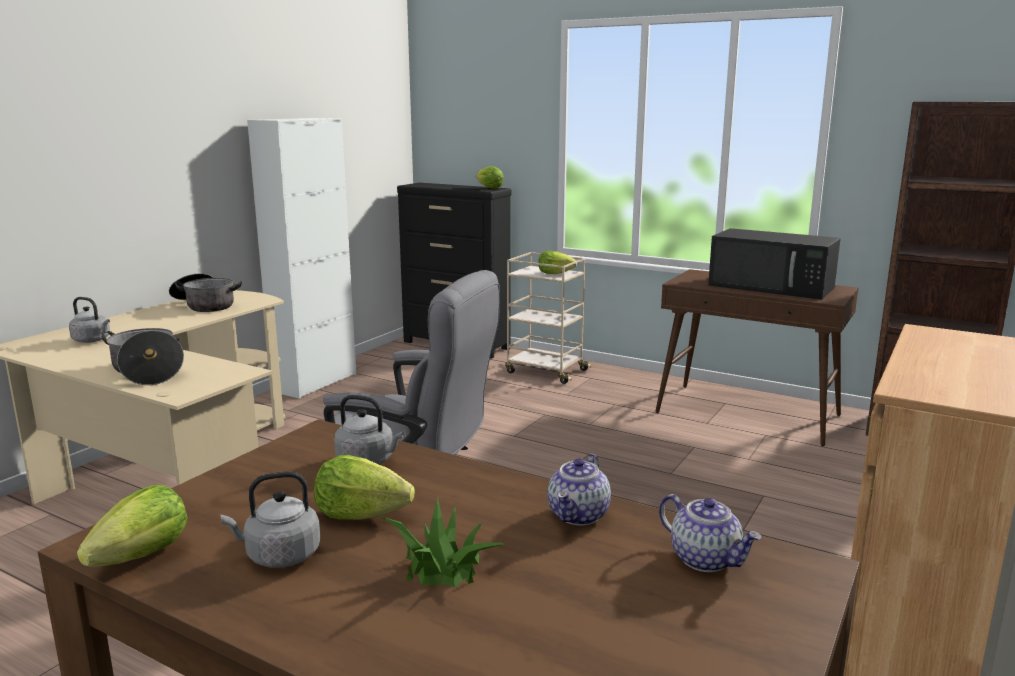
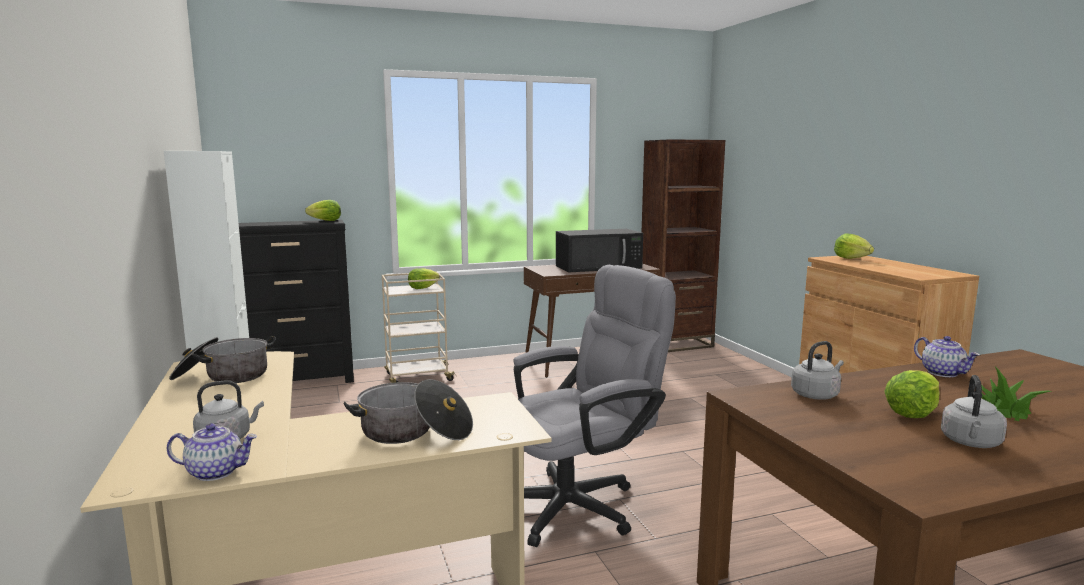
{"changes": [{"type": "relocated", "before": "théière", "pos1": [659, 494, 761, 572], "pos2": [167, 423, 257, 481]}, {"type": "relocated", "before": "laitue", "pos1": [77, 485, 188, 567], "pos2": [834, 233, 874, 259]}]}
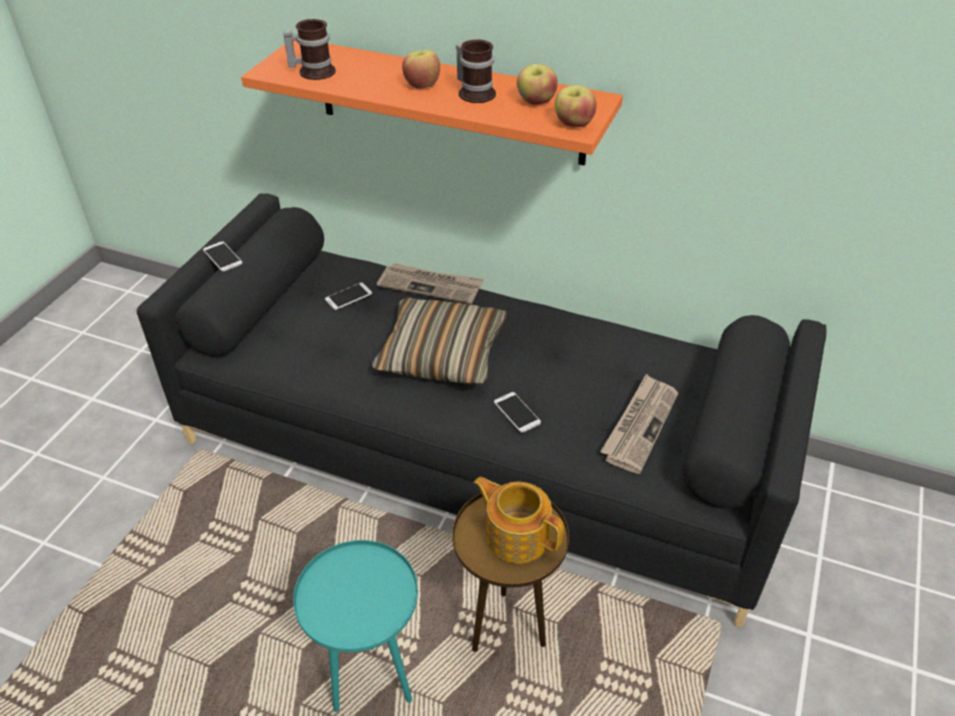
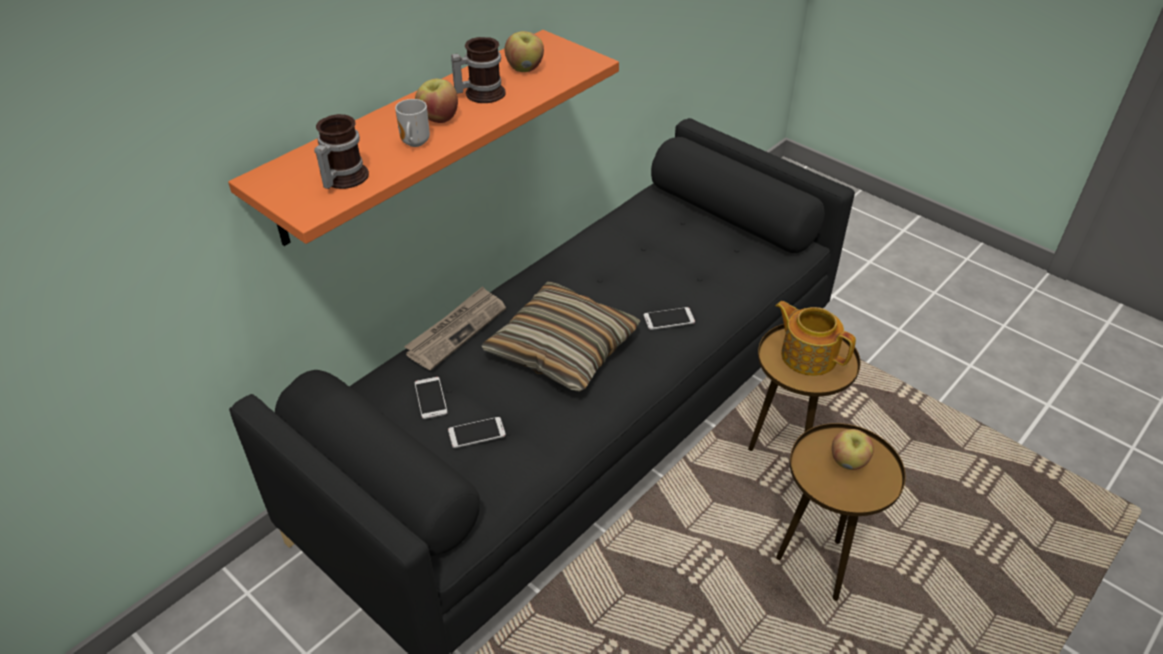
{"changes": [{"type": "appeared", "after": "mug", "pos2": [395, 99, 430, 147]}, {"type": "relocated", "before": "téléphone", "pos1": [203, 241, 242, 272], "pos2": [448, 417, 506, 448]}, {"type": "spun", "before": "théière", "pos1": [473, 477, 564, 564], "pos2": [775, 301, 856, 376], "turn": 75}, {"type": "colour", "before": "table d'appoint/turquoise", "after": "table d'appoint/marron", "pos1": [293, 540, 418, 712], "pos2": [776, 423, 906, 601]}, {"type": "relocated", "before": "pomme", "pos1": [555, 85, 597, 127], "pos2": [832, 429, 874, 470]}, {"type": "missing", "before": "journal", "pos1": [600, 374, 678, 474]}]}
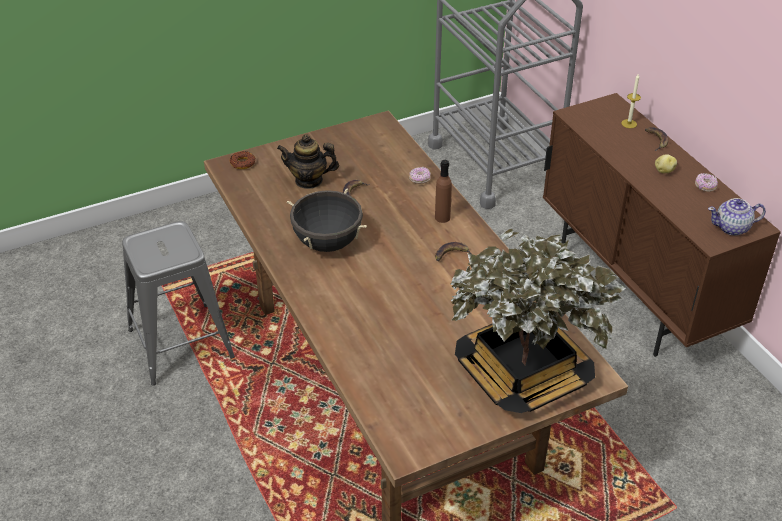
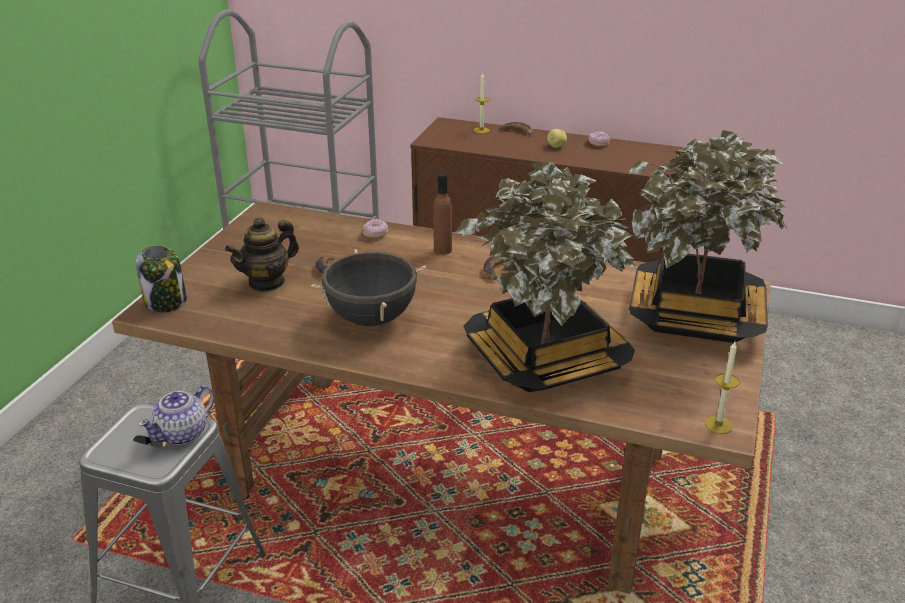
{"changes": [{"type": "exchanged", "before": "beignet", "after": "bocal", "pos1": [230, 151, 255, 169], "pos2": [135, 245, 187, 312]}, {"type": "relocated", "before": "théière", "pos1": [708, 198, 766, 236], "pos2": [138, 385, 215, 445]}, {"type": "appeared", "after": "plante en pot", "pos2": [455, 162, 636, 392]}, {"type": "appeared", "after": "bougie", "pos2": [705, 342, 740, 434]}]}
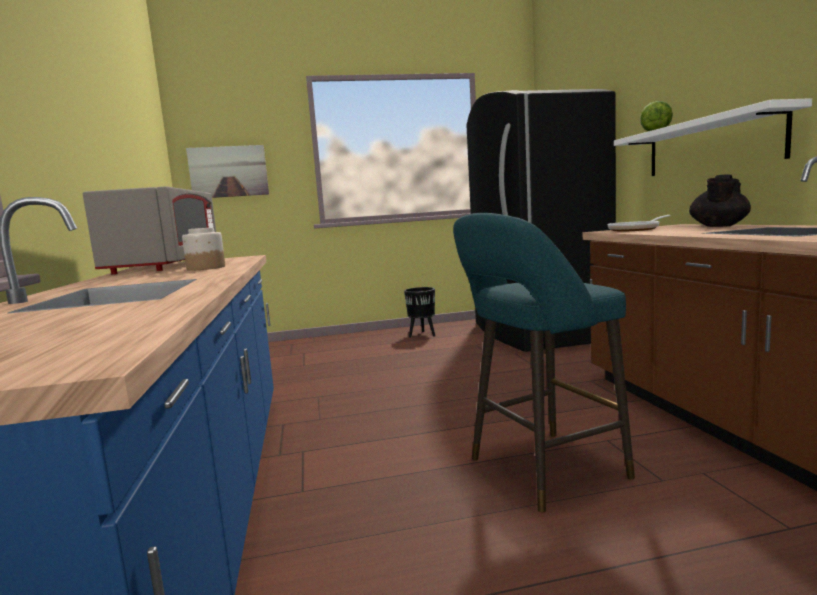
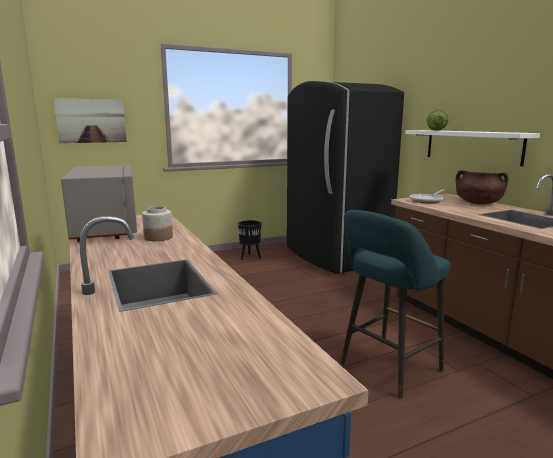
{"changes": [{"type": "exchanged", "before": "théière/noir", "after": "marmite/marron", "pos1": [689, 175, 751, 227], "pos2": [455, 170, 509, 204]}]}
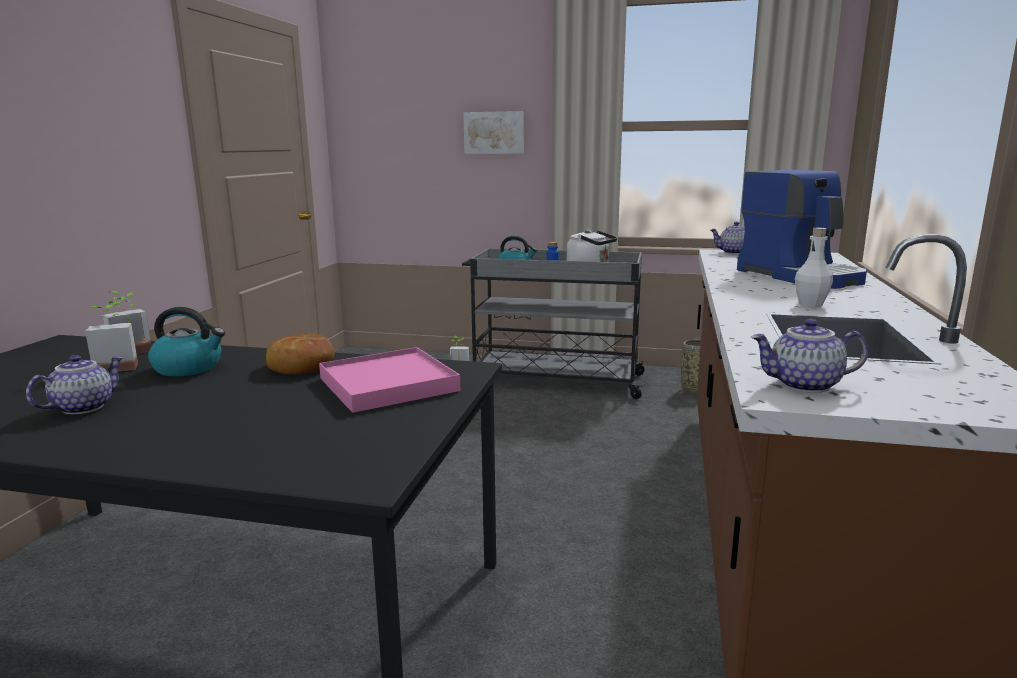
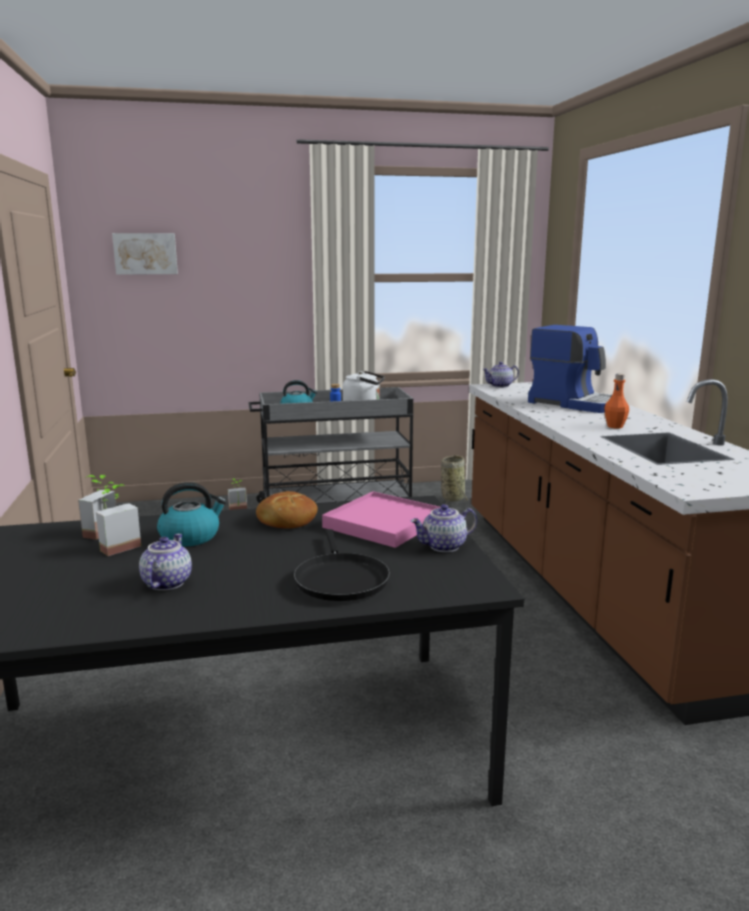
{"changes": [{"type": "relocated", "before": "tableau", "pos1": [463, 111, 524, 154], "pos2": [112, 233, 178, 275]}, {"type": "appeared", "after": "poêle/noir", "pos2": [294, 529, 390, 601]}, {"type": "relocated", "before": "théière", "pos1": [751, 319, 868, 393], "pos2": [411, 504, 477, 552]}, {"type": "colour", "before": "bouteille/blanc", "after": "bouteille/orange", "pos1": [795, 228, 833, 307], "pos2": [604, 374, 629, 429]}]}
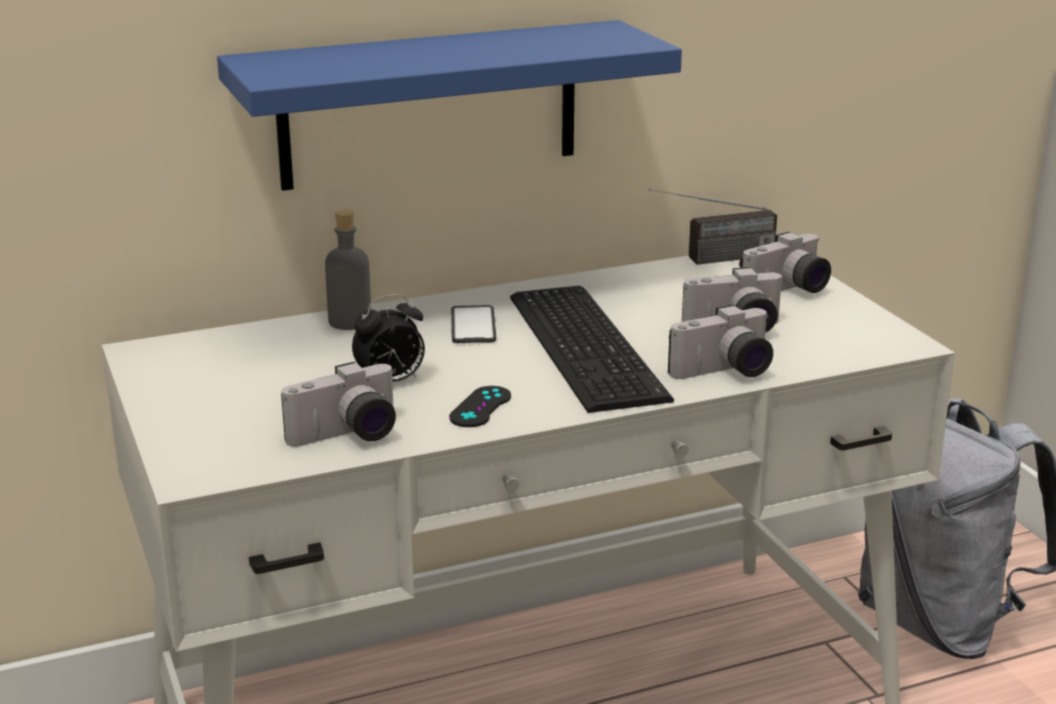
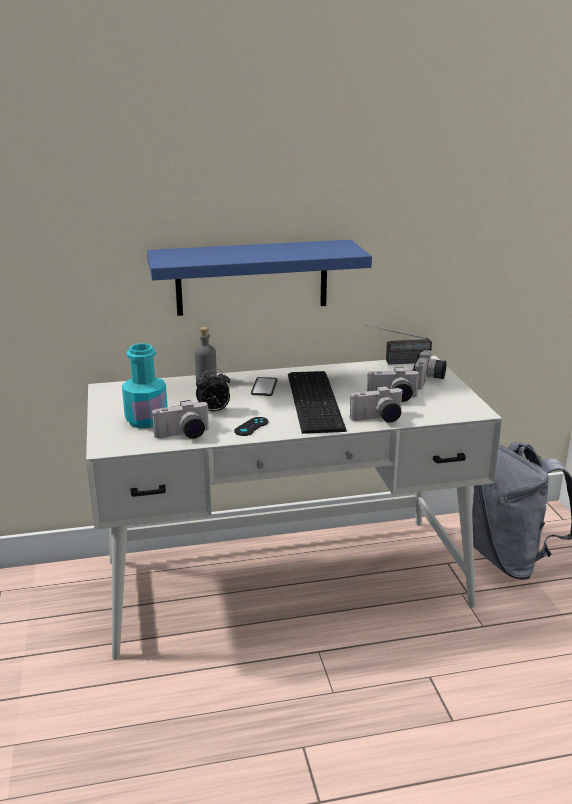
{"changes": [{"type": "appeared", "after": "bouteille/turquoise", "pos2": [122, 344, 167, 428]}, {"type": "spun", "before": "appareil photo", "pos1": [739, 232, 831, 293], "pos2": [412, 350, 446, 390], "turn": -45}]}
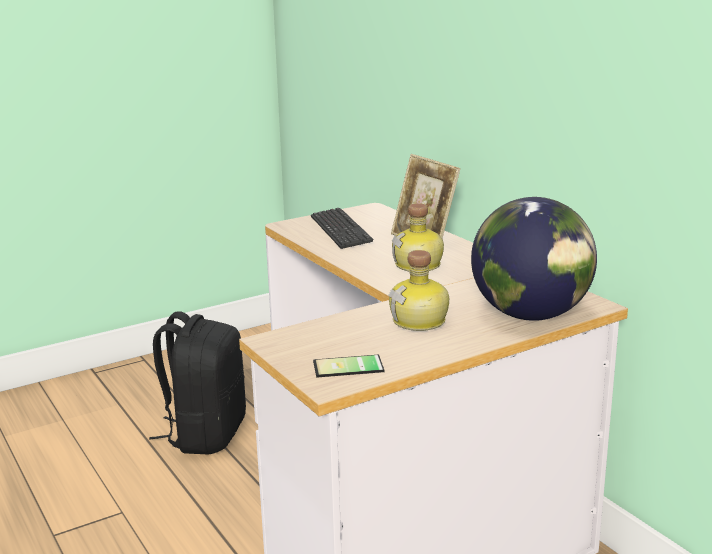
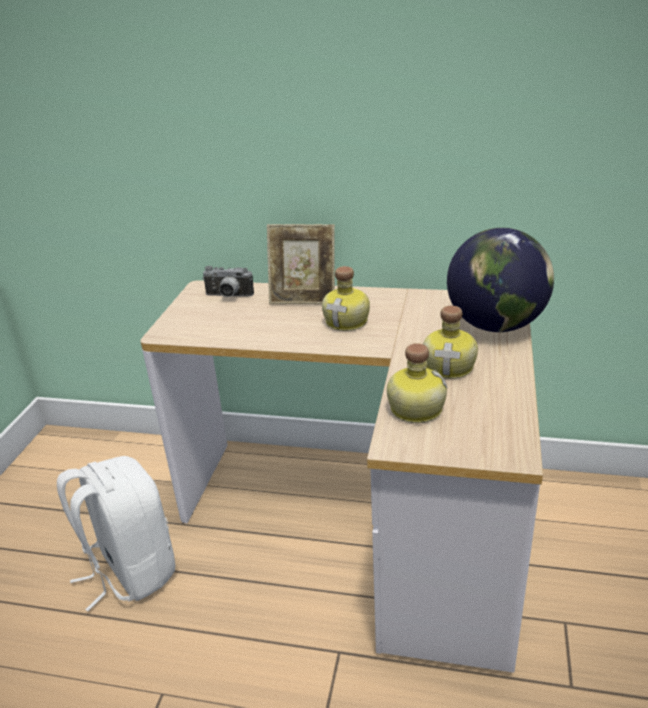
{"changes": [{"type": "colour", "before": "sac à dos/noir", "after": "sac à dos/blanc", "pos1": [149, 311, 246, 455], "pos2": [57, 456, 175, 611]}, {"type": "appeared", "after": "appareil photo", "pos2": [202, 266, 254, 297]}, {"type": "appeared", "after": "bouteille", "pos2": [387, 343, 448, 423]}, {"type": "missing", "before": "clavier", "pos1": [311, 208, 374, 249]}, {"type": "missing", "before": "téléphone", "pos1": [313, 354, 384, 378]}]}
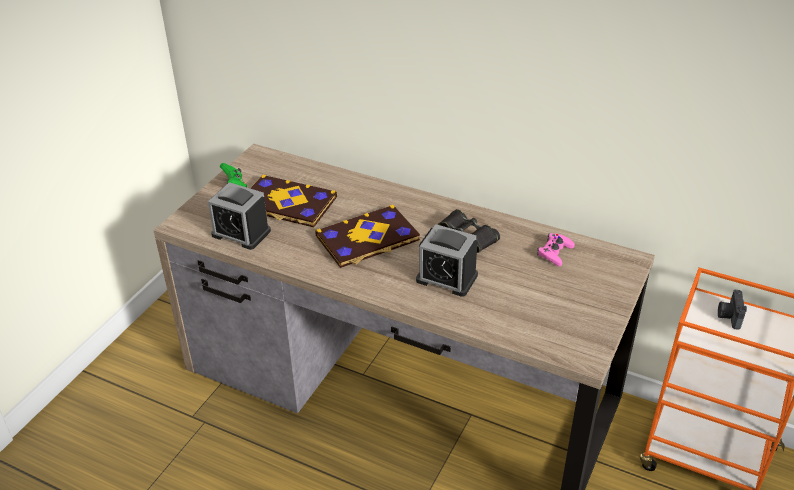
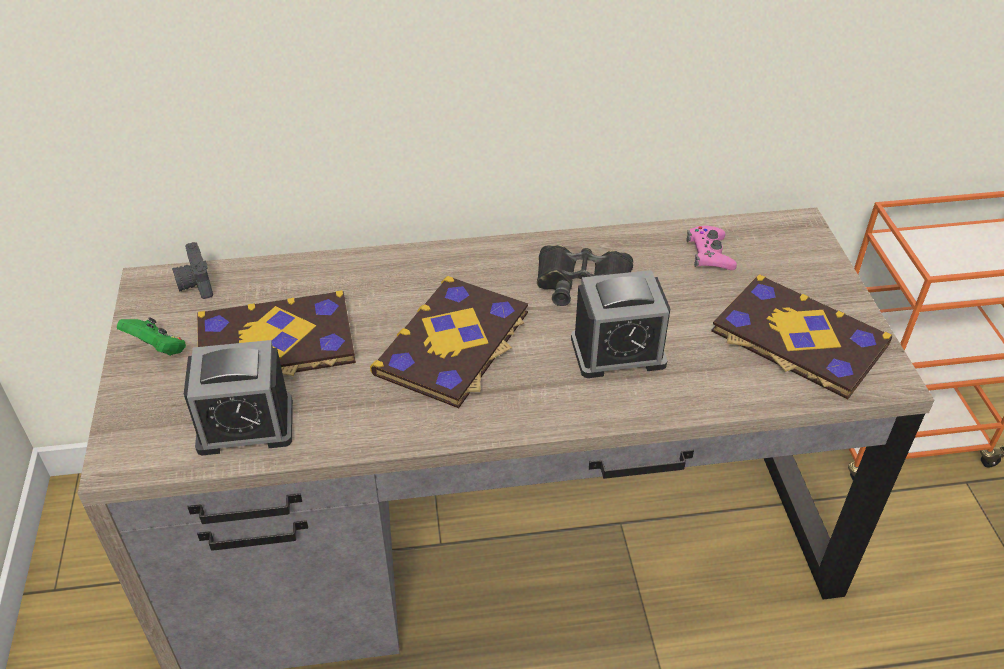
{"changes": [{"type": "relocated", "before": "appareil photo", "pos1": [718, 290, 747, 330], "pos2": [172, 242, 213, 299]}, {"type": "appeared", "after": "livre", "pos2": [711, 274, 892, 399]}]}
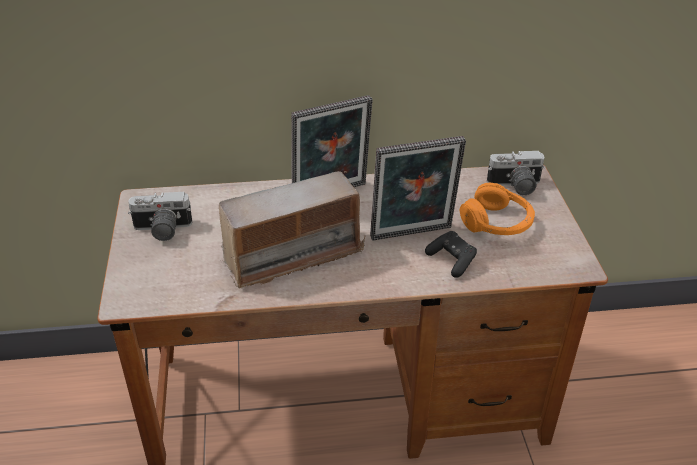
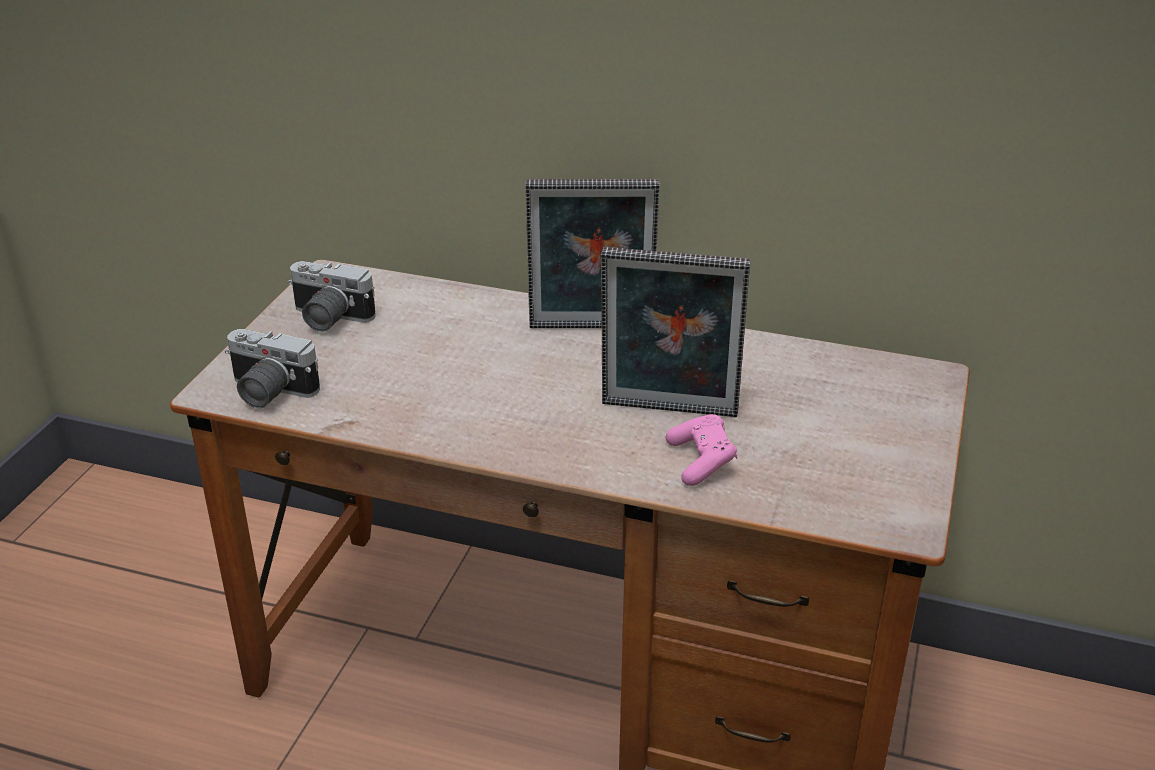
{"changes": [{"type": "relocated", "before": "appareil photo", "pos1": [487, 151, 545, 195], "pos2": [225, 329, 320, 408]}, {"type": "colour", "before": "manette/noir", "after": "manette/rose", "pos1": [425, 231, 477, 278], "pos2": [666, 414, 738, 486]}, {"type": "missing", "before": "radio", "pos1": [219, 171, 366, 289]}, {"type": "missing", "before": "casque audio/orange", "pos1": [460, 183, 535, 235]}]}
